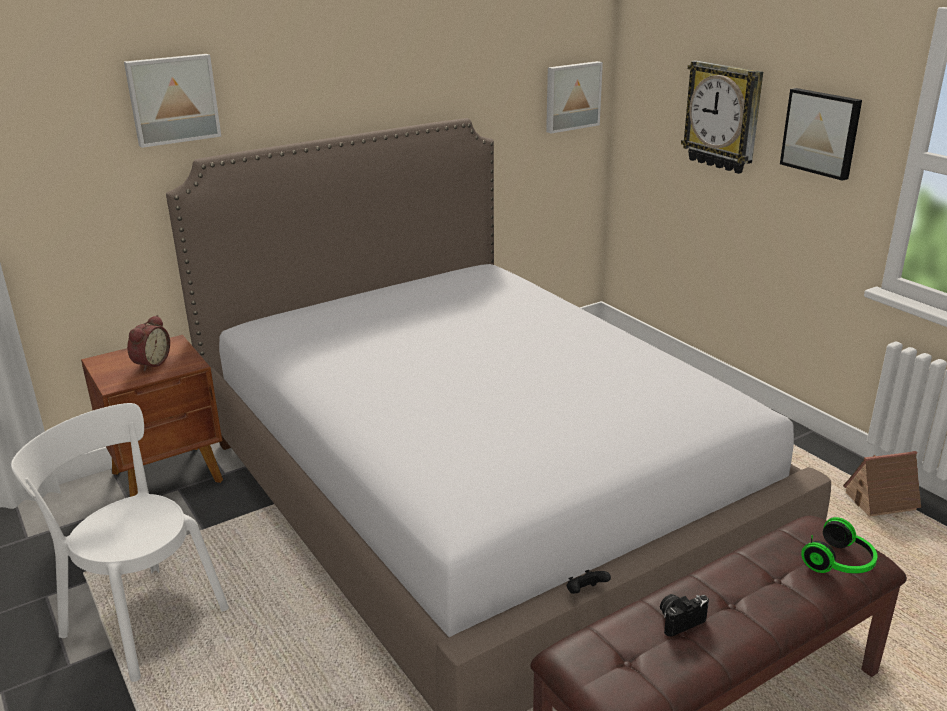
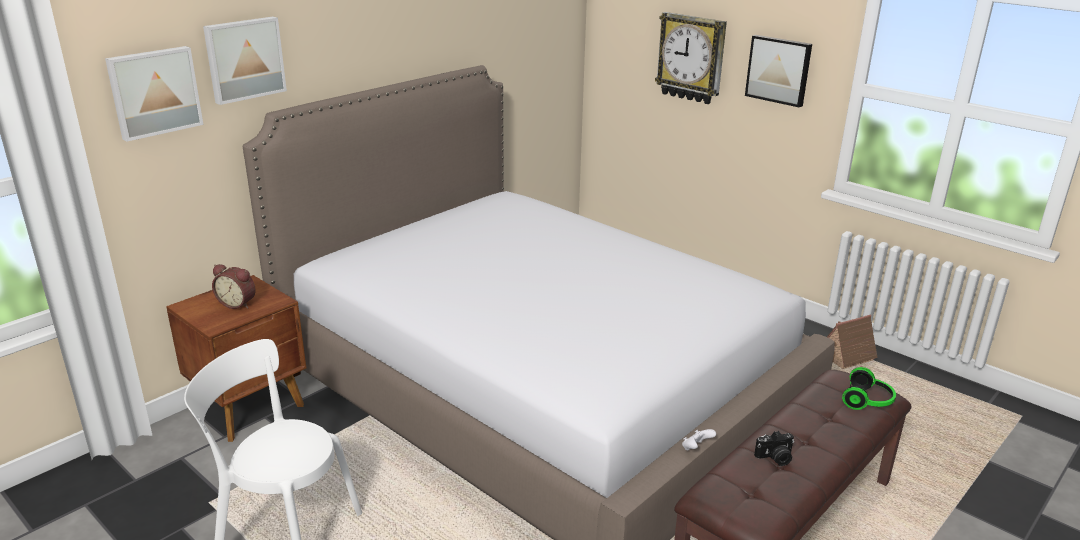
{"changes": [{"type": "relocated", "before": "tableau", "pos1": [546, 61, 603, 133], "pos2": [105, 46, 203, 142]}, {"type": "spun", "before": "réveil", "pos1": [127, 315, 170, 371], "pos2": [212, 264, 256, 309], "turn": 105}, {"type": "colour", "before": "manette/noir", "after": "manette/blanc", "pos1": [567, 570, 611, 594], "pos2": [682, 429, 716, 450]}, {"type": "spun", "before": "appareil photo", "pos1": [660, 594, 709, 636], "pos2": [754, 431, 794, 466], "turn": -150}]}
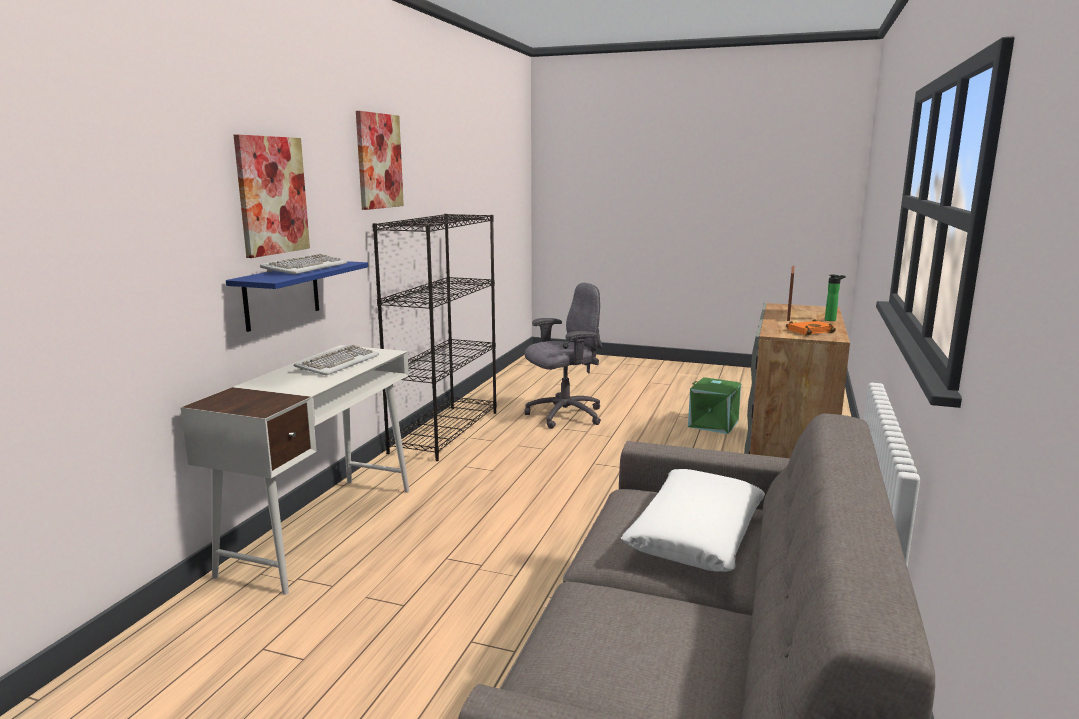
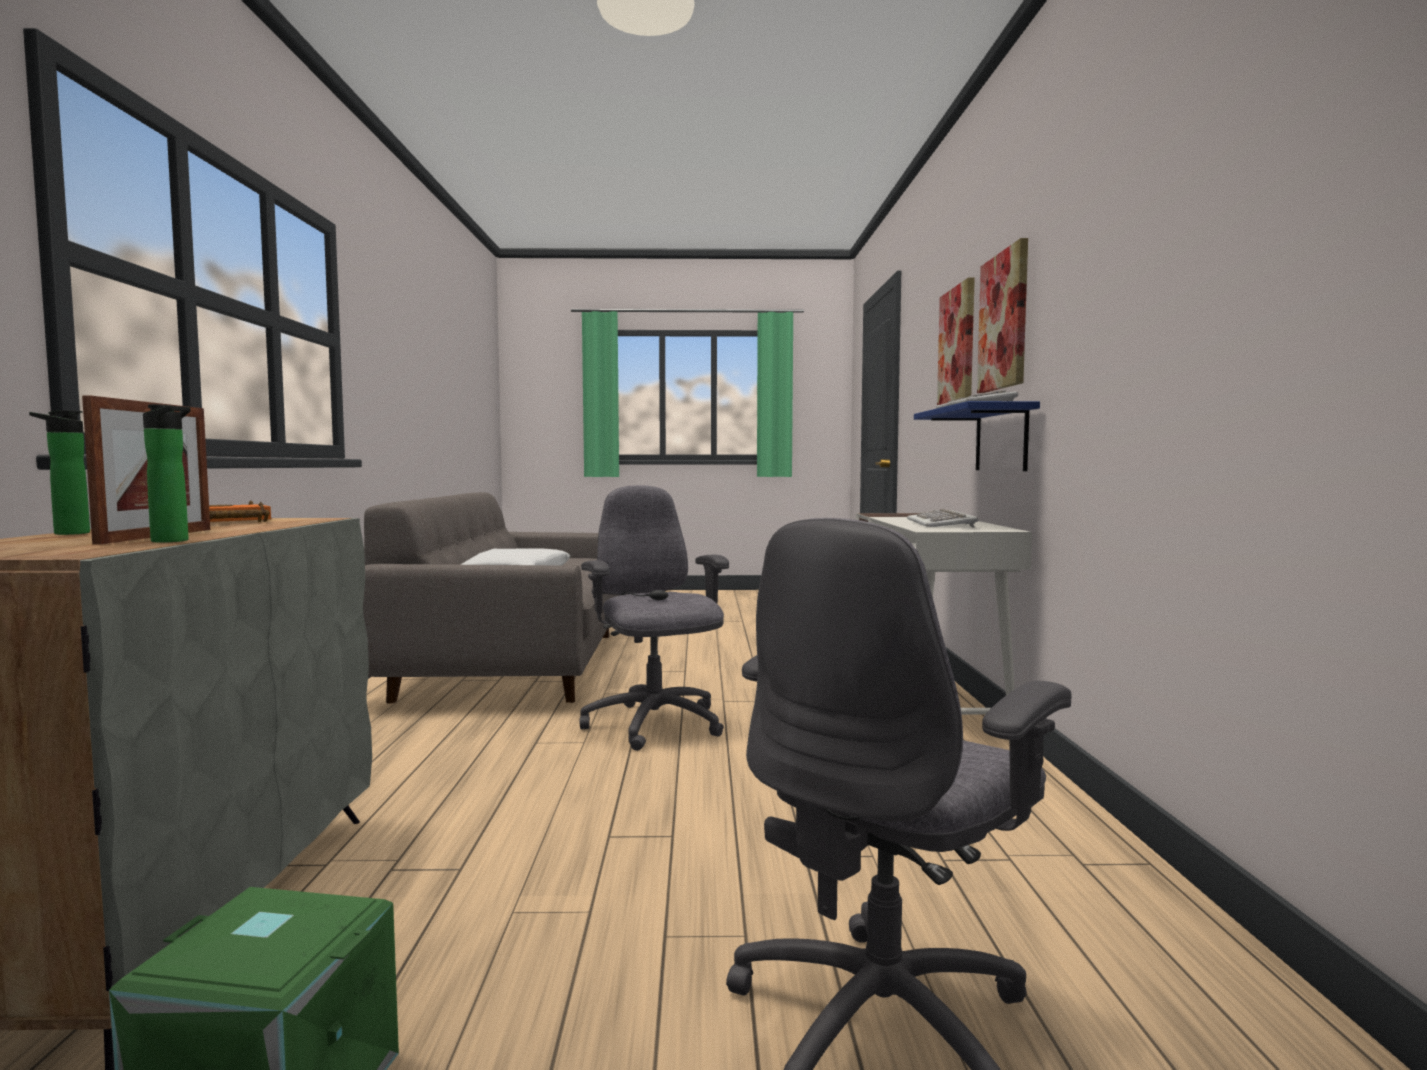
{"changes": [{"type": "appeared", "after": "bouteille", "pos2": [143, 404, 190, 543]}, {"type": "appeared", "after": "chaise de bureau/gris", "pos2": [579, 485, 729, 751]}, {"type": "relocated", "before": "tableau", "pos1": [356, 111, 404, 210], "pos2": [937, 277, 975, 405]}, {"type": "missing", "before": "bibliothèque/noir", "pos1": [372, 214, 497, 461]}]}
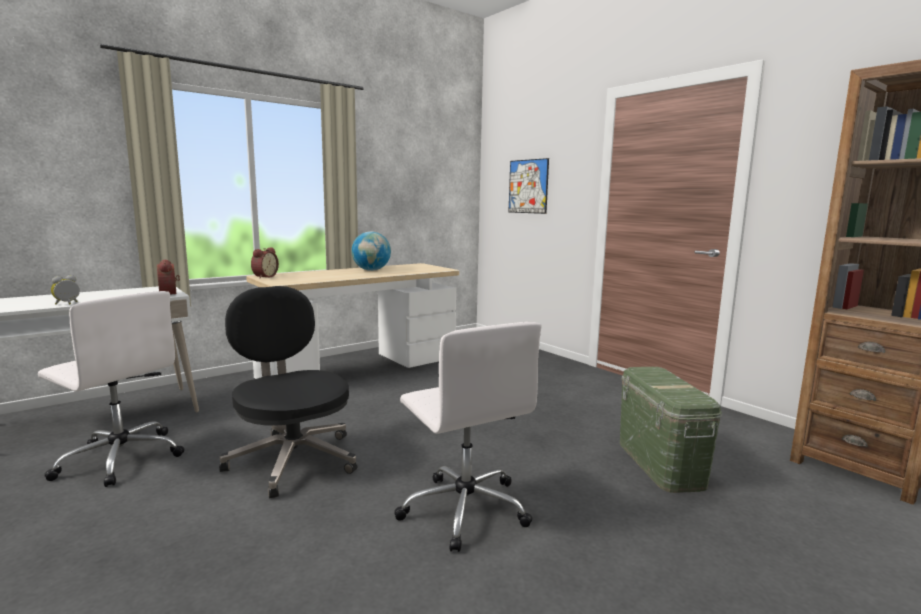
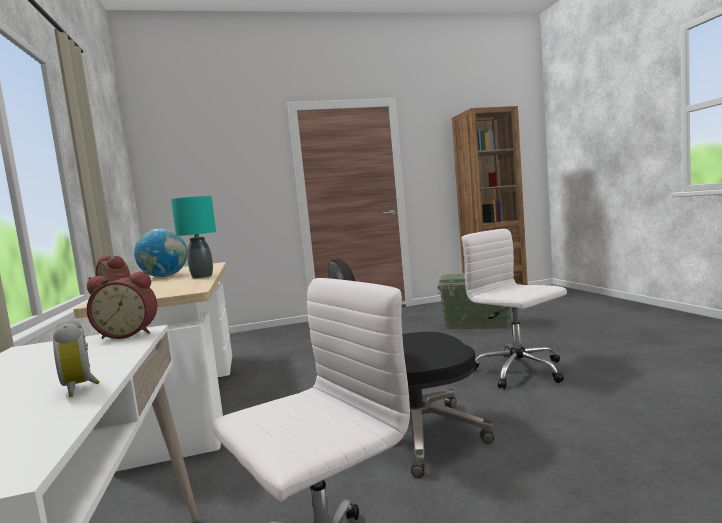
{"changes": [{"type": "appeared", "after": "lampe de table/turquoise", "pos2": [171, 196, 216, 278]}, {"type": "spun", "before": "chaise de bureau/blanc", "pos1": [394, 322, 542, 552], "pos2": [461, 229, 567, 389], "turn": -120}, {"type": "missing", "before": "tableau", "pos1": [508, 158, 549, 214]}]}
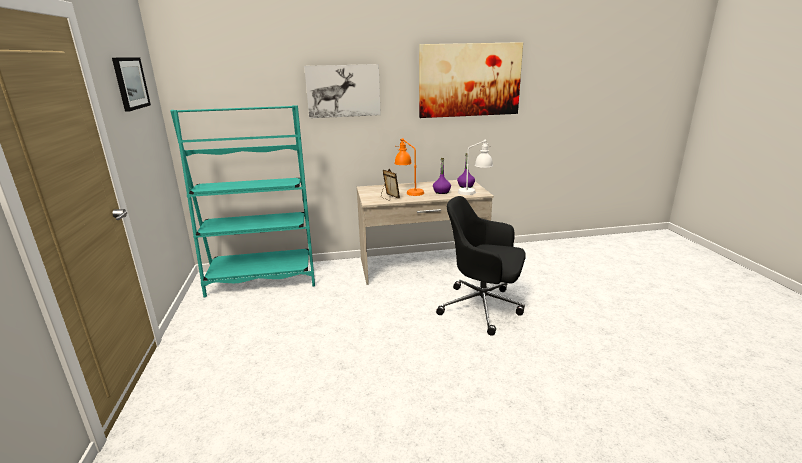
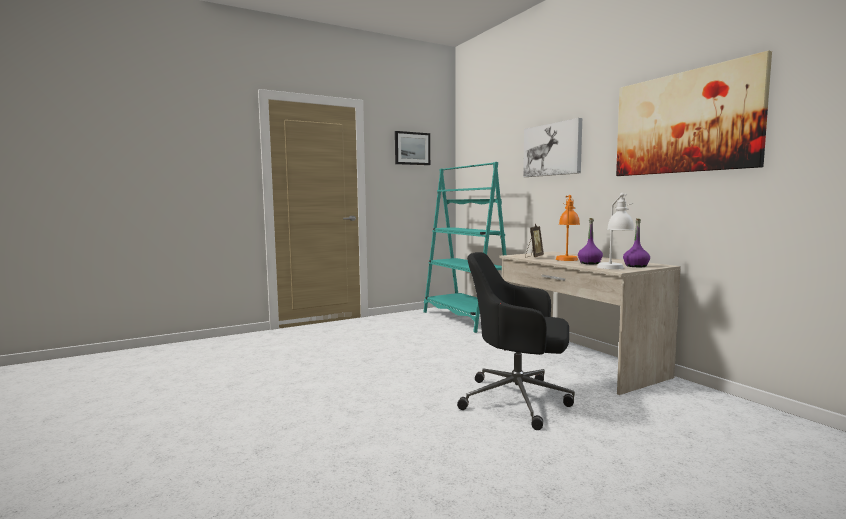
{"changes": [{"type": "spun", "before": "chaise de bureau/noir", "pos1": [436, 196, 526, 336], "pos2": [457, 252, 575, 430], "turn": -75}]}
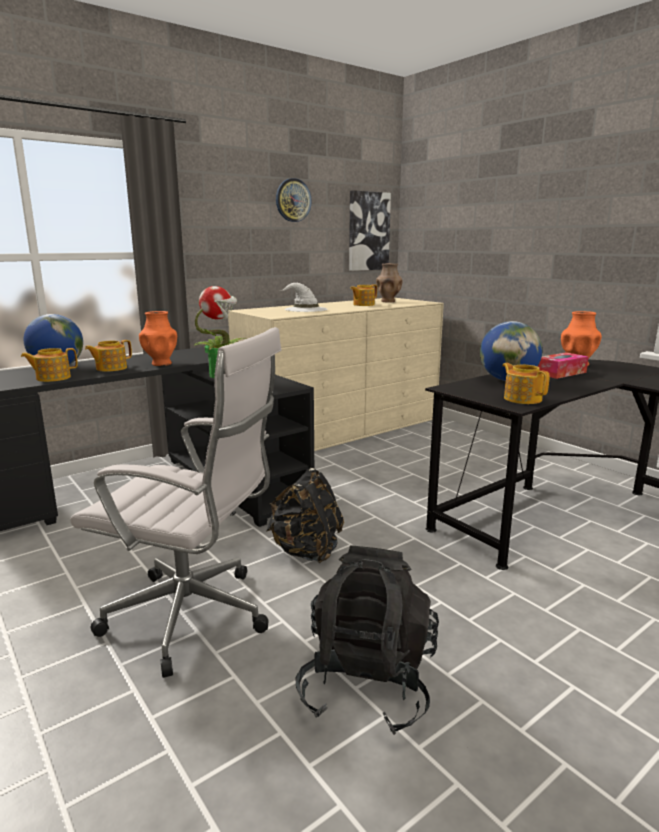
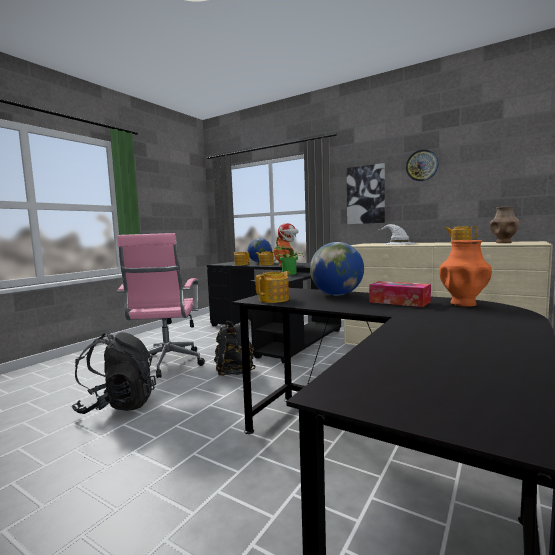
{"changes": [{"type": "colour", "before": "chaise de bureau/blanc", "after": "chaise de bureau/rose", "pos1": [70, 327, 282, 678], "pos2": [117, 233, 205, 378]}, {"type": "relocated", "before": "tableau", "pos1": [349, 190, 391, 271], "pos2": [347, 163, 385, 224]}]}
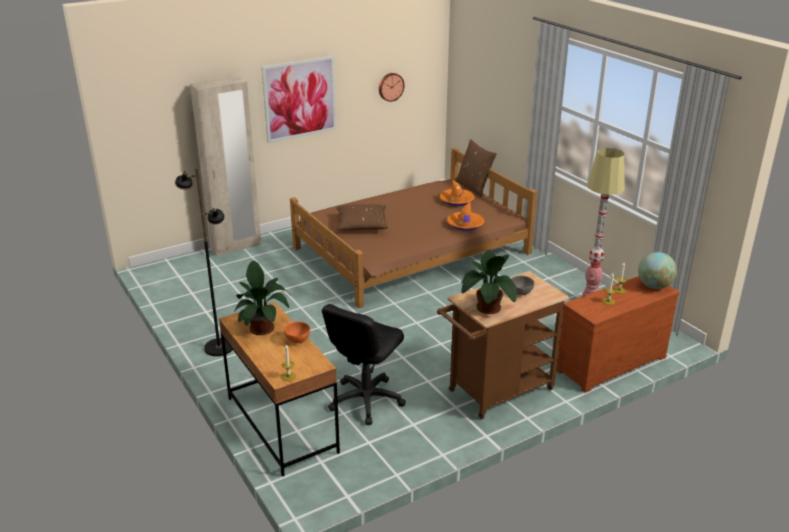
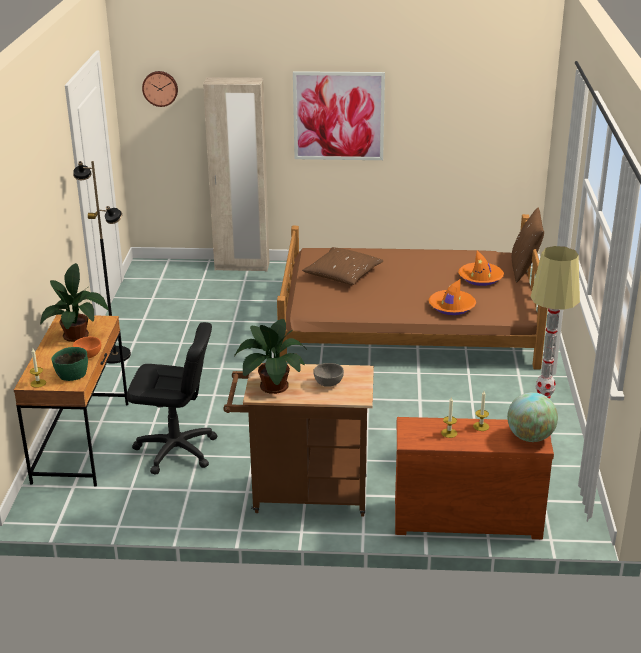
{"changes": [{"type": "appeared", "after": "bol/vert", "pos2": [51, 347, 88, 381]}, {"type": "spun", "before": "chaise de bureau/noir", "pos1": [322, 304, 406, 425], "pos2": [127, 322, 217, 475], "turn": -150}, {"type": "relocated", "before": "horloge murale", "pos1": [379, 73, 405, 102], "pos2": [142, 71, 178, 107]}]}
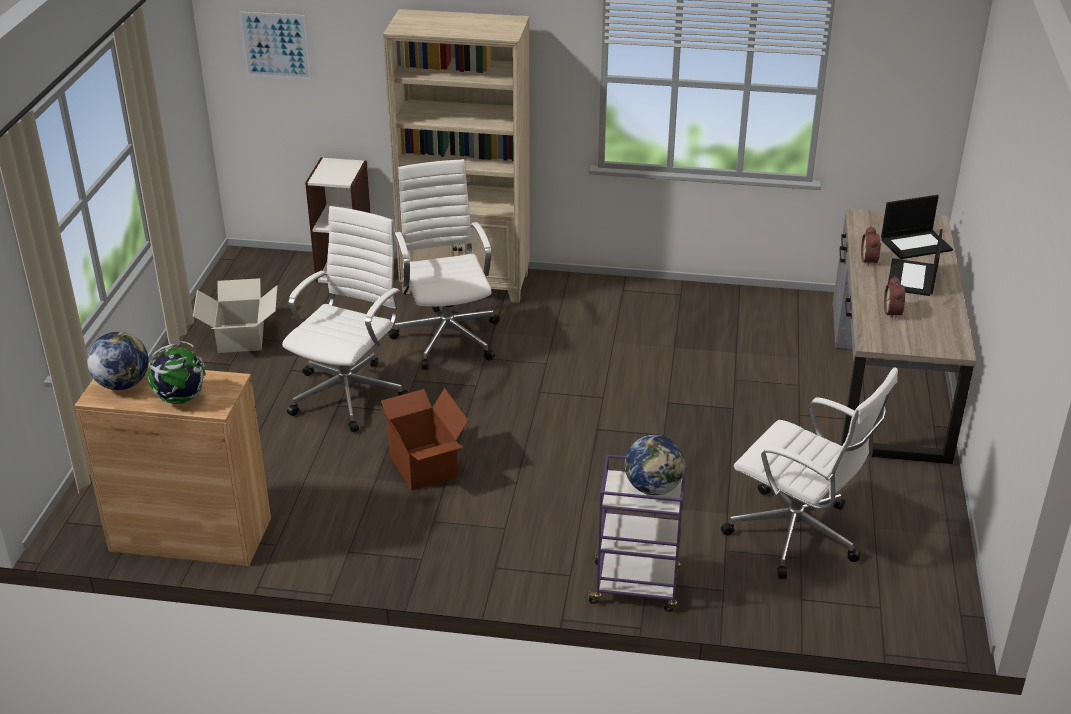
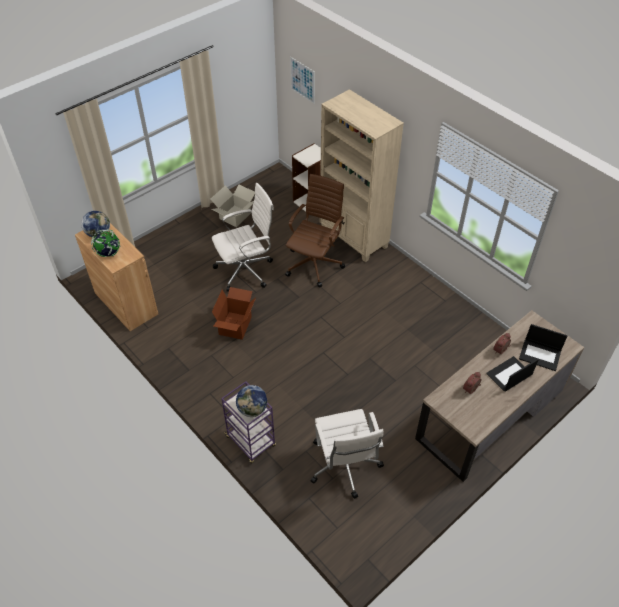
{"changes": [{"type": "colour", "before": "chaise de bureau/blanc", "after": "chaise de bureau/marron", "pos1": [388, 159, 500, 370], "pos2": [285, 174, 345, 288]}]}
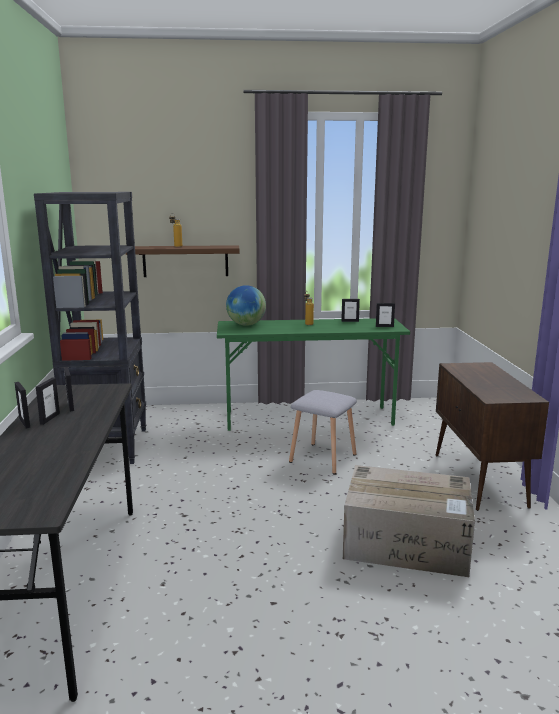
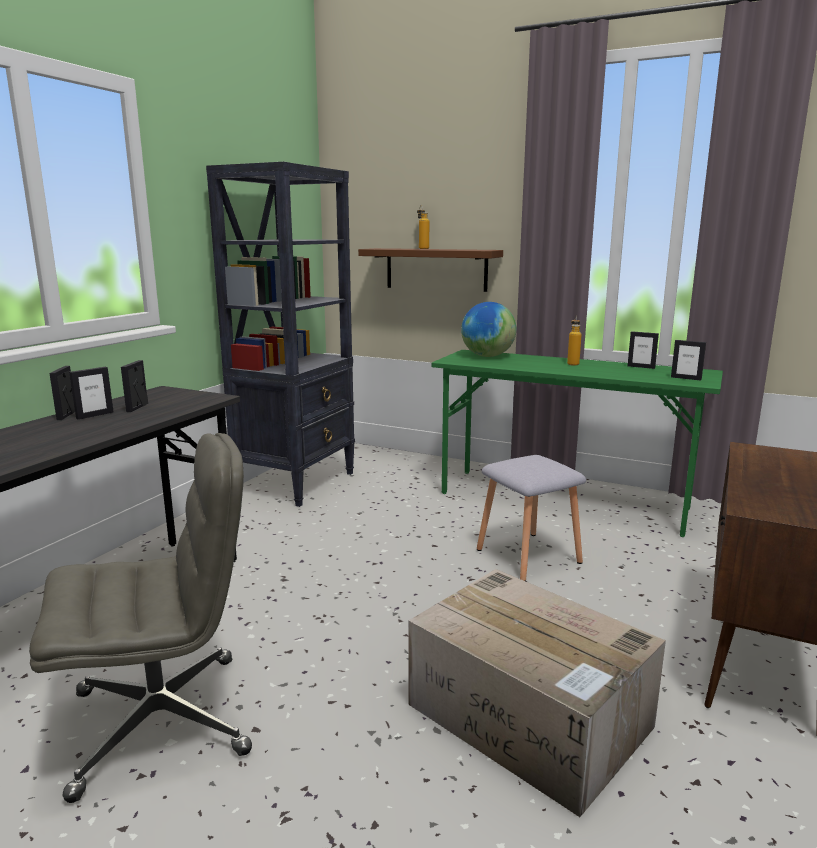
{"changes": [{"type": "appeared", "after": "chaise de bureau/gris", "pos2": [29, 433, 252, 803]}]}
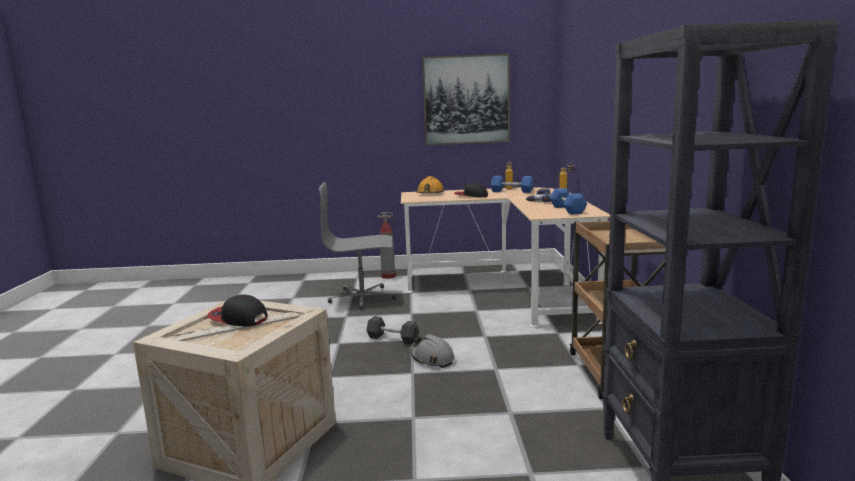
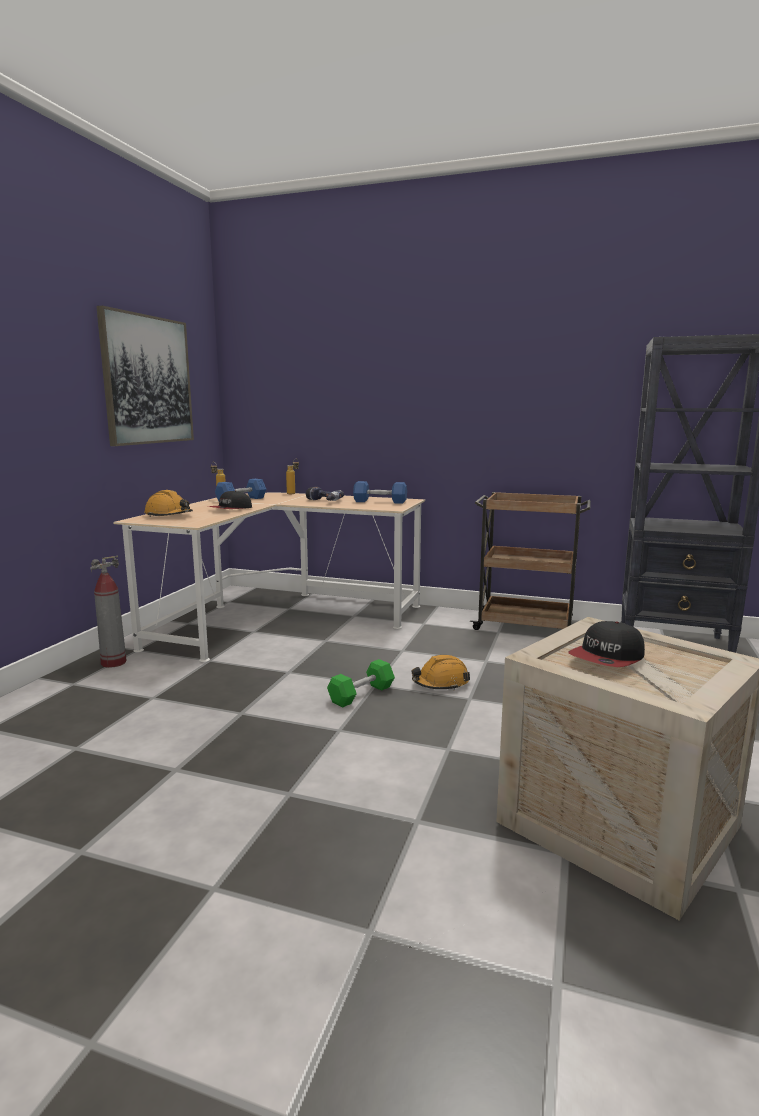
{"changes": [{"type": "colour", "before": "haltère/gris", "after": "haltère/vert", "pos1": [366, 316, 419, 345], "pos2": [327, 659, 395, 707]}, {"type": "colour", "before": "casque de chantier/gris", "after": "casque de chantier/orange", "pos1": [411, 334, 455, 368], "pos2": [411, 655, 470, 690]}, {"type": "missing", "before": "chaise de bureau/gris", "pos1": [319, 182, 396, 309]}]}
